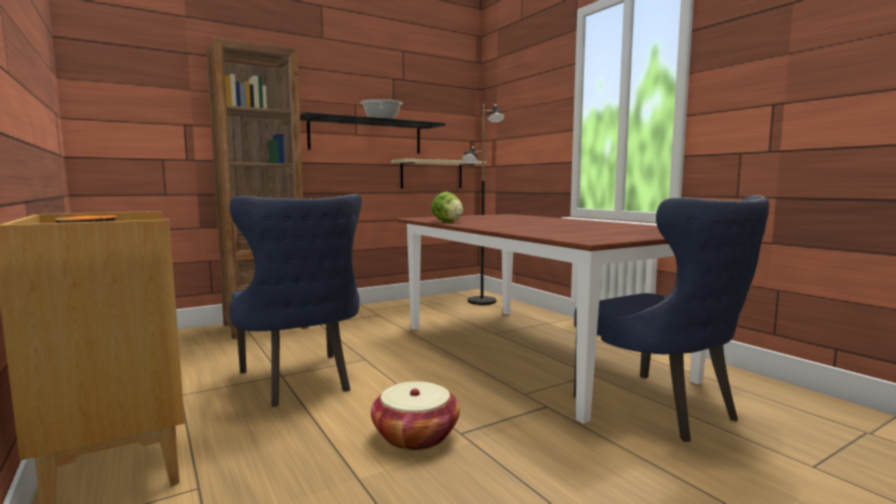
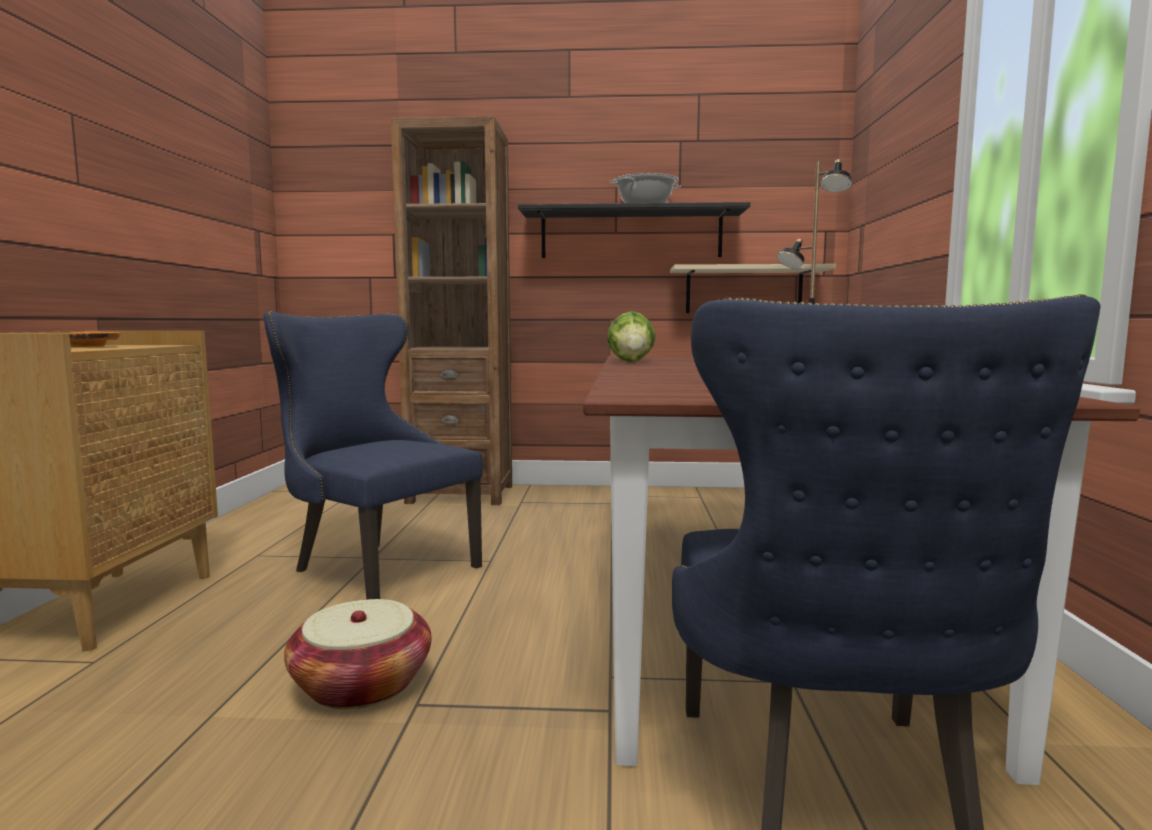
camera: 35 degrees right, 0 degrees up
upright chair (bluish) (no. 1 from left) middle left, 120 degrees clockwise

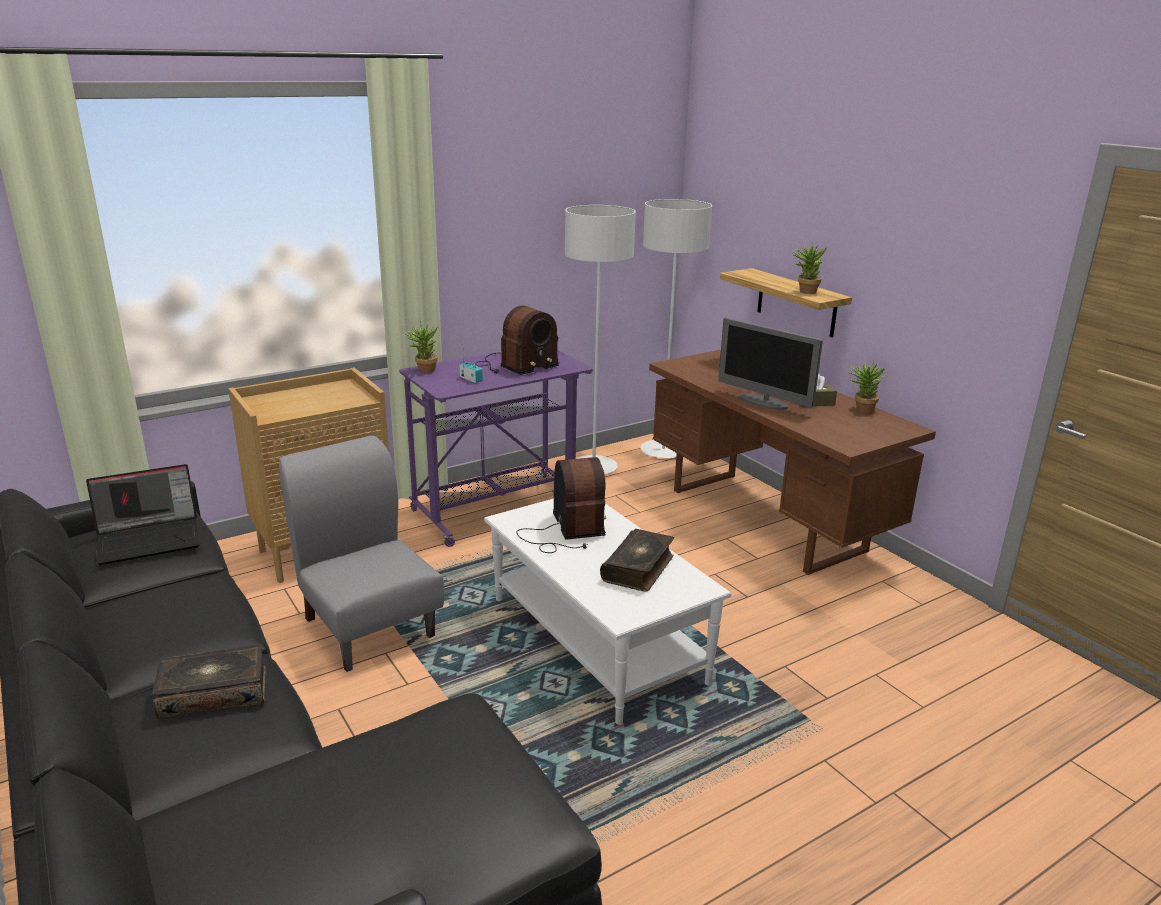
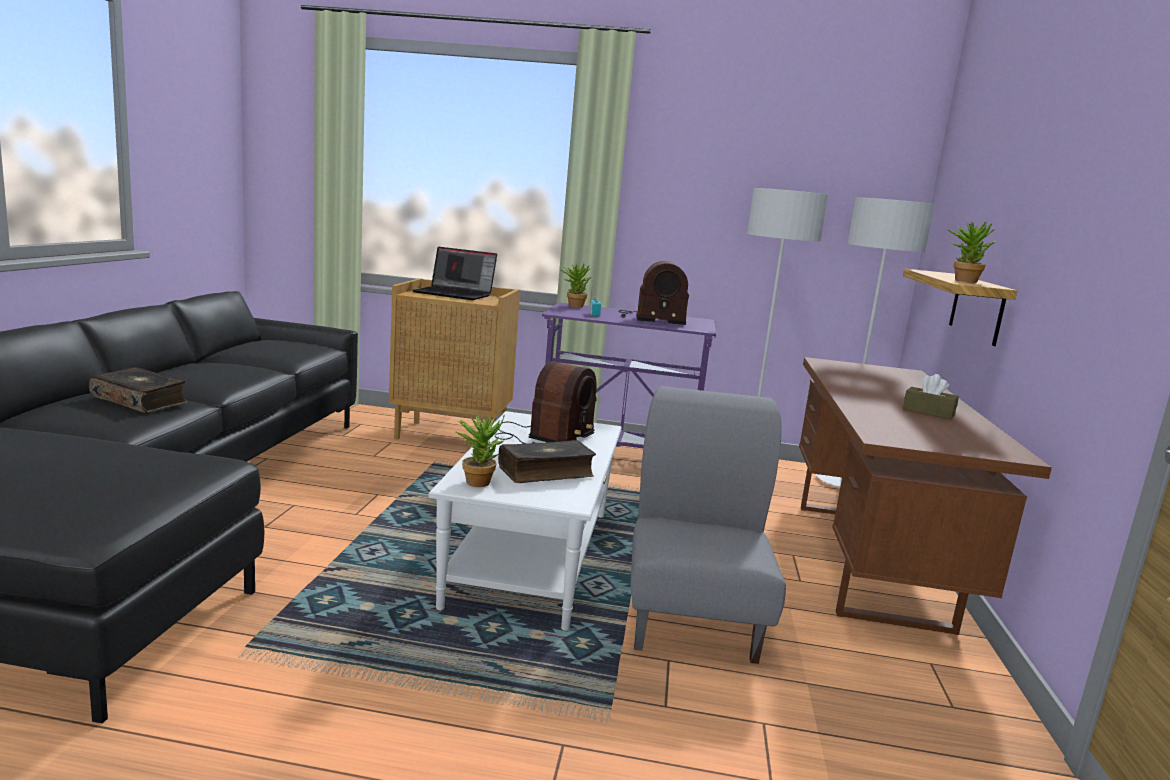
camera: 40 degrees right, 10 degrees down
computer screen centre → -
plant in a pot (no. 3 from left in the first image) middle right → plant in a pot (no. 1 from left) centre, shifted
upright chair (grey) middle left → upright chair (grey) bottom centre, shifted
portable computer middle left → portable computer centre, shifted

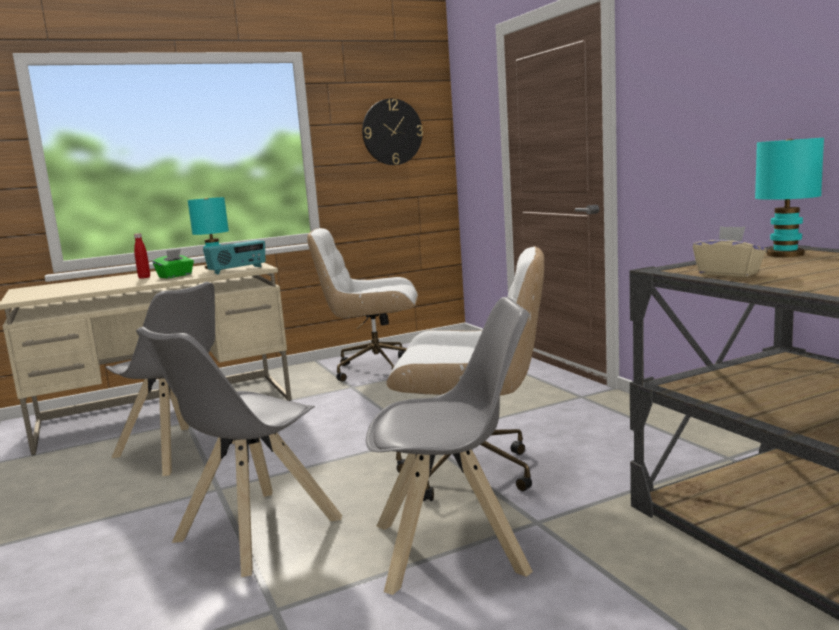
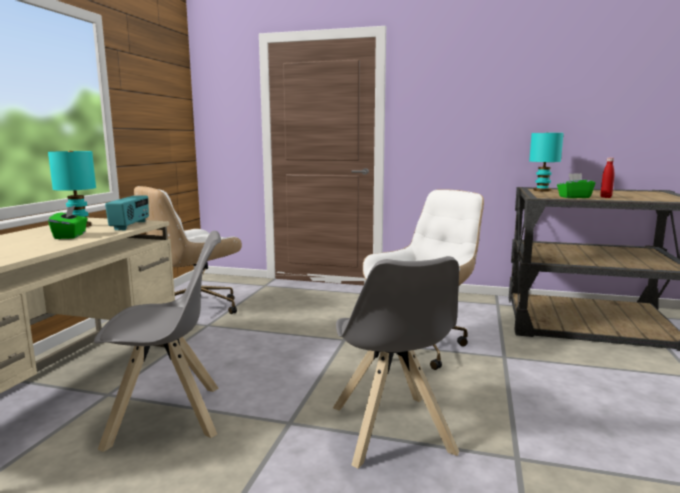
camera: 50 degrees left, 0 degrees up
wall clock top centre → -
box of tissues (sand-coloured) middle right → box of tissues (green) (no. 2 from left) middle right
drink bottle (red-coloured) middle left → drink bottle (red-coloured) middle right, shifted
upright chair (grey) (no. 3 from left) bottom centre → -

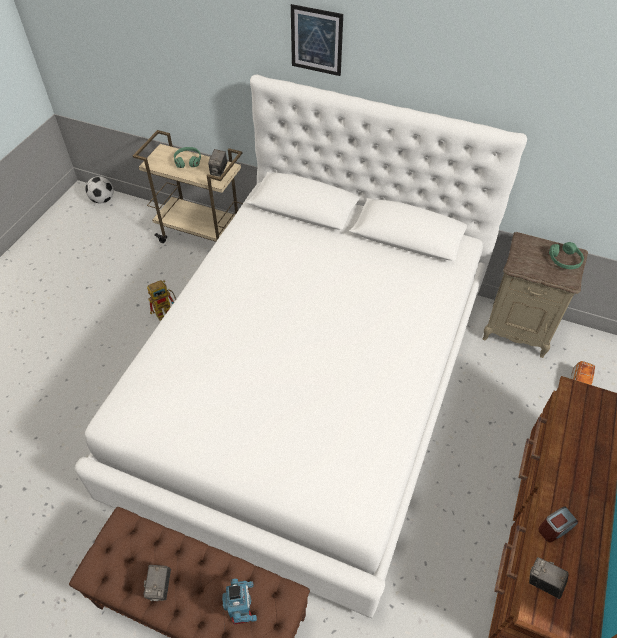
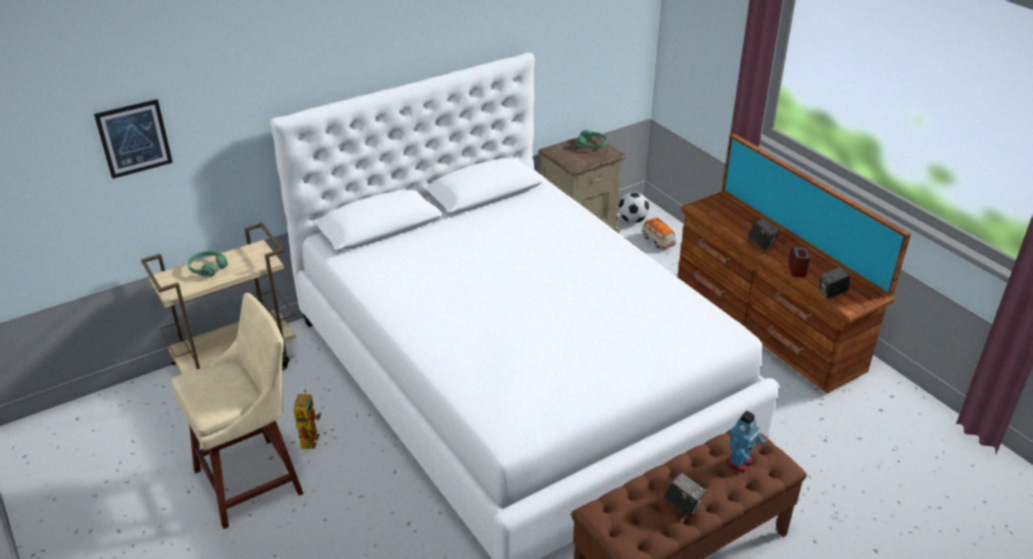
camera: 55 degrees left, 15 degrees down
wall picture top centre → wall picture top left, shifted
photo camera (no. 2 from left) top centre → photo camera (no. 2 from left) middle right, shifted
football ball top left → football ball centre, shifted
model robot (no. 2 from left) bottom centre → model robot (no. 2 from left) bottom right, 105 degrees clockwise
- → upright chair (sand-coloured) bottom left

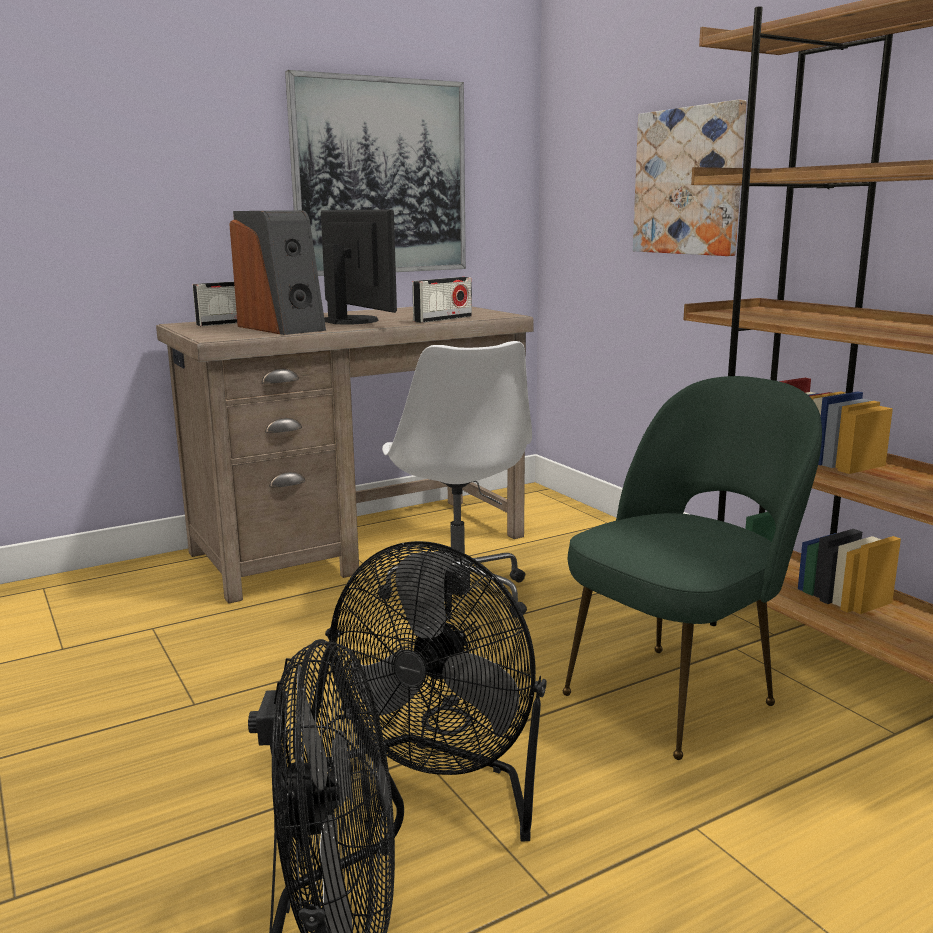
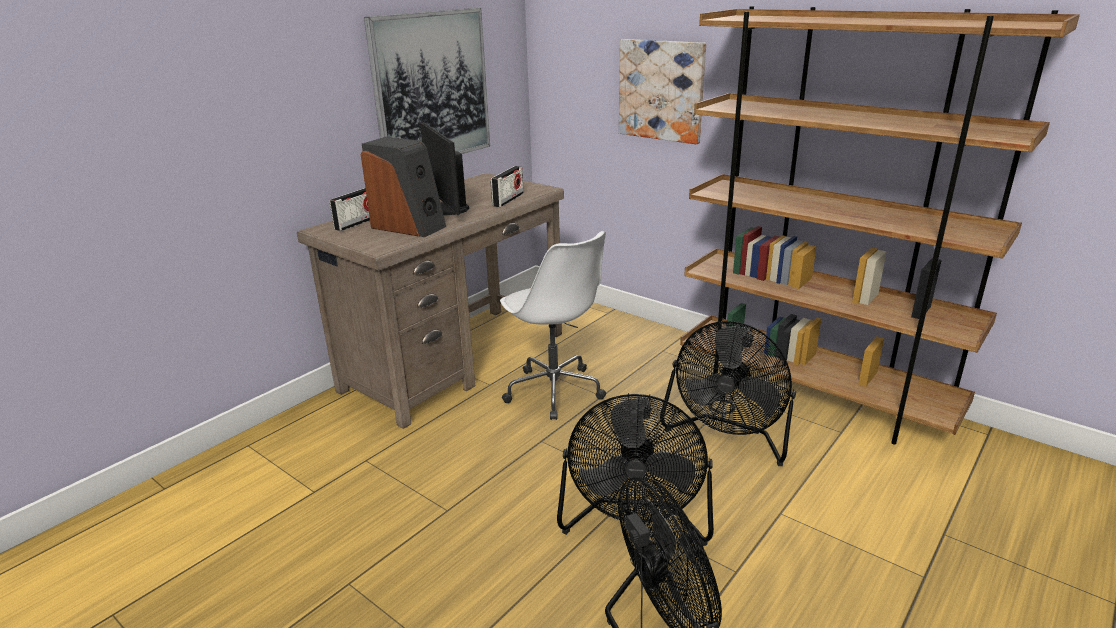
camera: 20 degrees left, 10 degrees up
computer screen top centre, 150 degrees counterclockwise
upright chair (green) middle right → fan (blackish) (no. 3 from left) centre

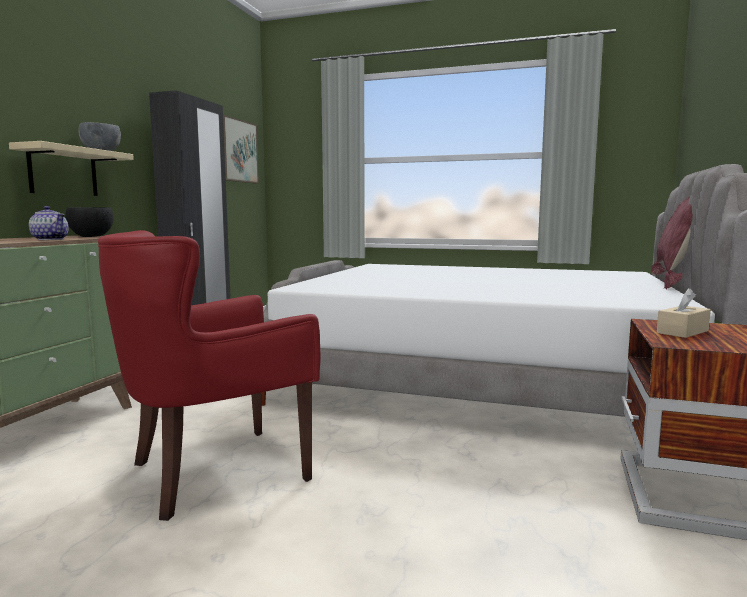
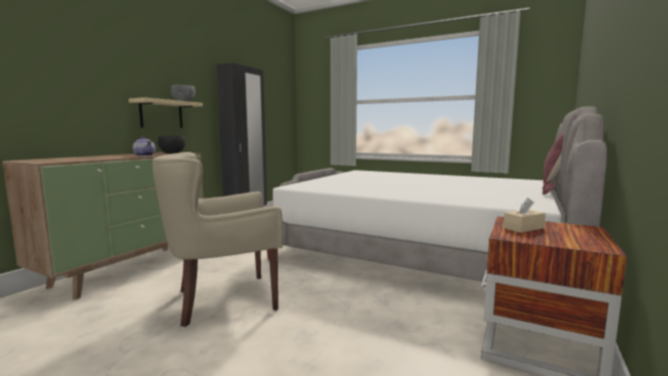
camera: 10 degrees right, 0 degrees up
wall picture top left → -
armchair (red-coloured) middle left → armchair (sand-coloured) middle left

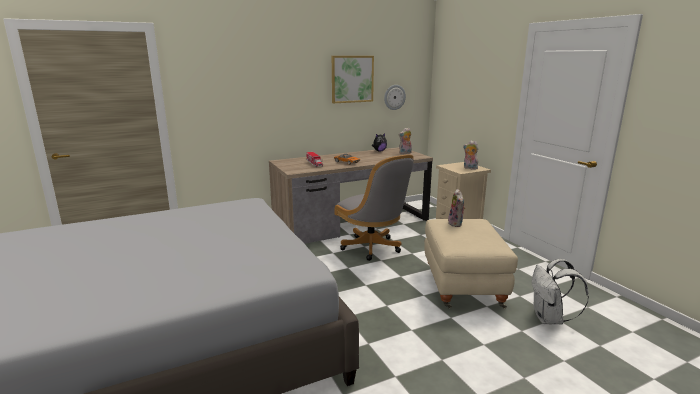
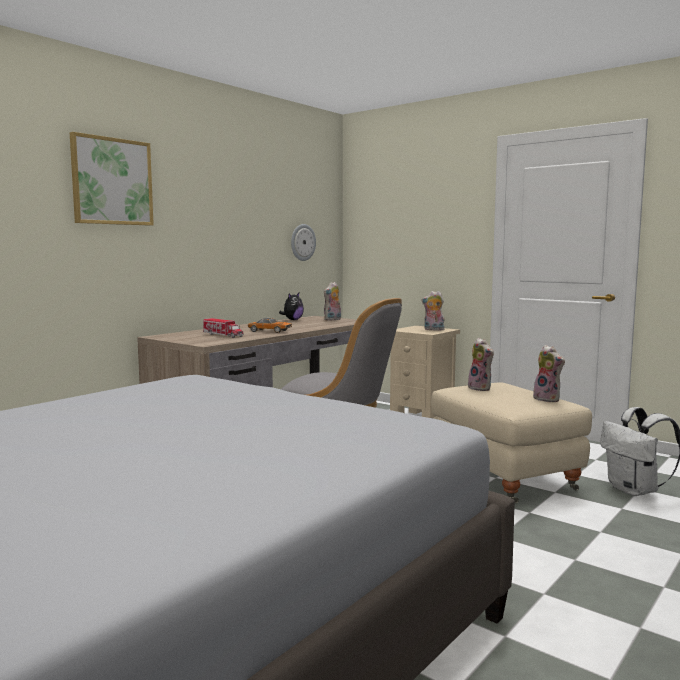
camera: 25 degrees left, 10 degrees down
wall picture top centre → wall picture top left, shifted
- → cuddly toy (no. 5 from left) middle right

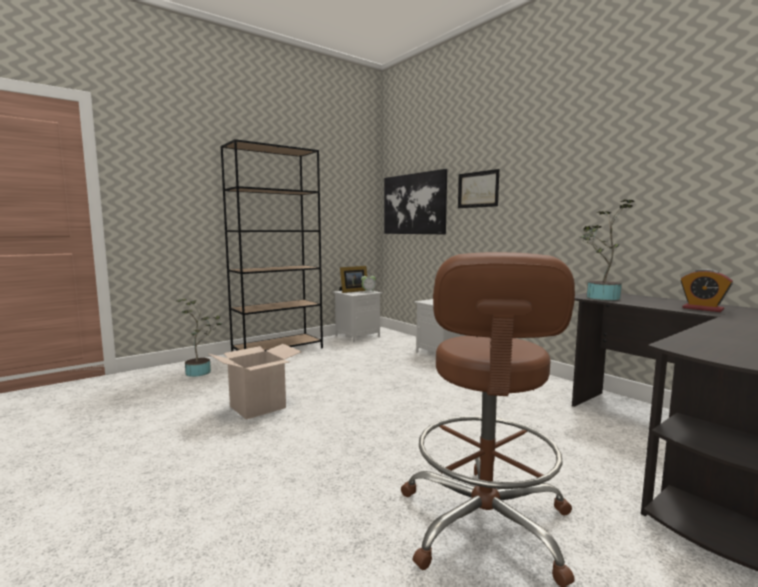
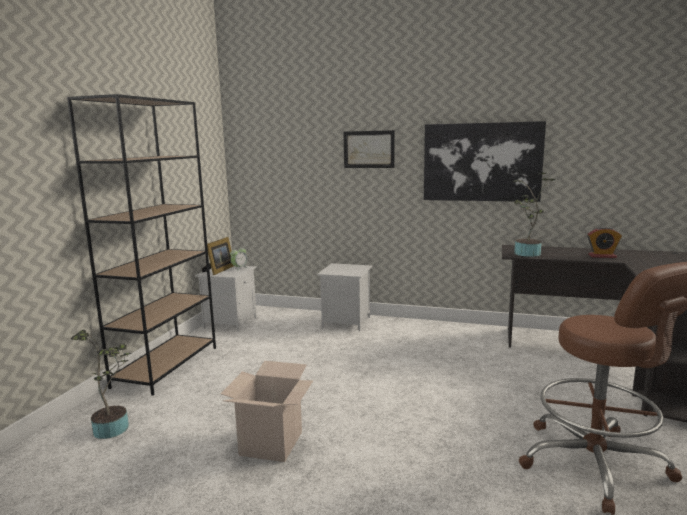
camera: 35 degrees left, 5 degrees up
wall picture (no. 1 from left in the first image) centre → wall picture (no. 2 from left) top right, shifted

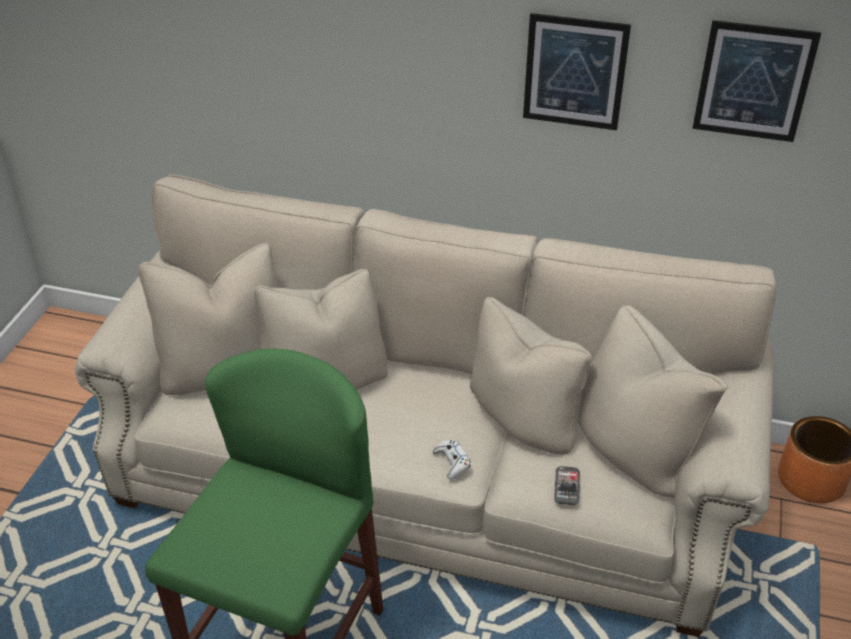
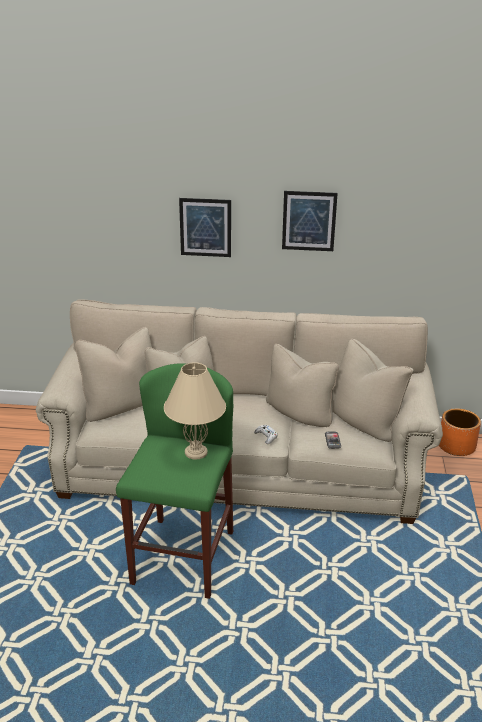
camera: 10 degrees left, 10 degrees down
wall picture (no. 2 from left in the first image) top right → wall picture (no. 1 from left) top centre, shifted
- → tabletop lamp (sand-coloured) centre

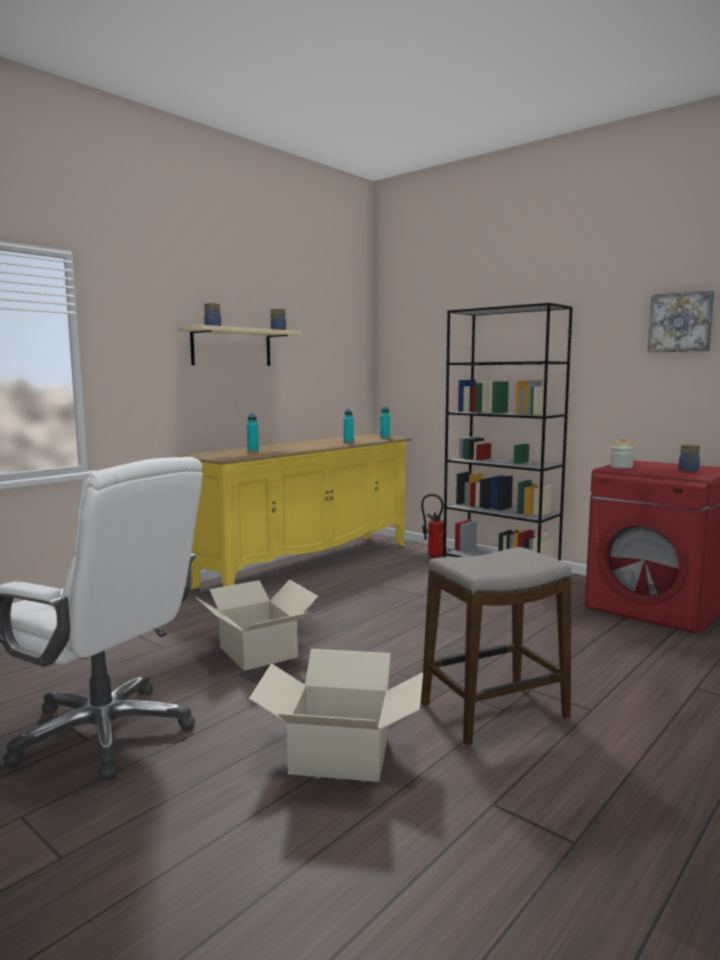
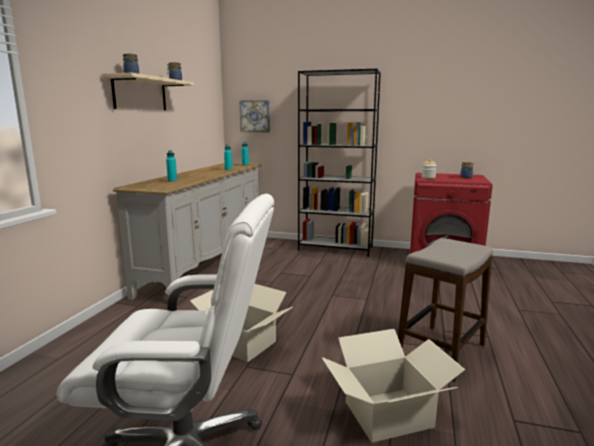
camera: 25 degrees left, 5 degrees up
wall picture middle right → wall picture top centre, shifted
storage cabinet (yellowish) centre → storage cabinet (grey) middle left
fire extinguisher centre → -

